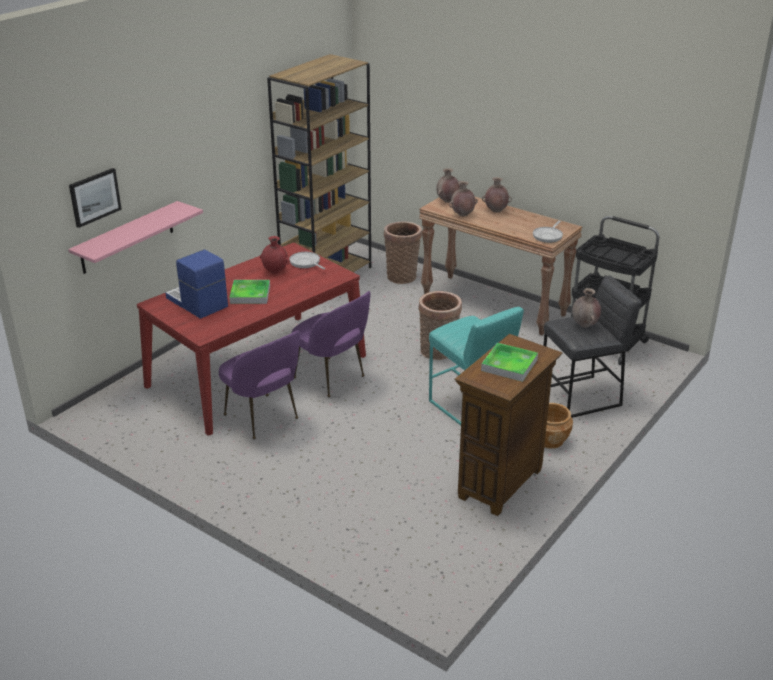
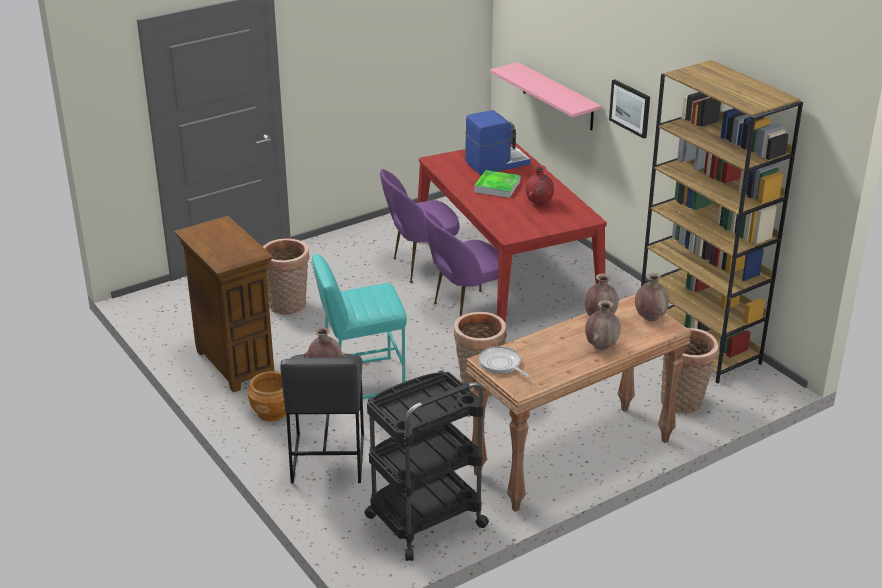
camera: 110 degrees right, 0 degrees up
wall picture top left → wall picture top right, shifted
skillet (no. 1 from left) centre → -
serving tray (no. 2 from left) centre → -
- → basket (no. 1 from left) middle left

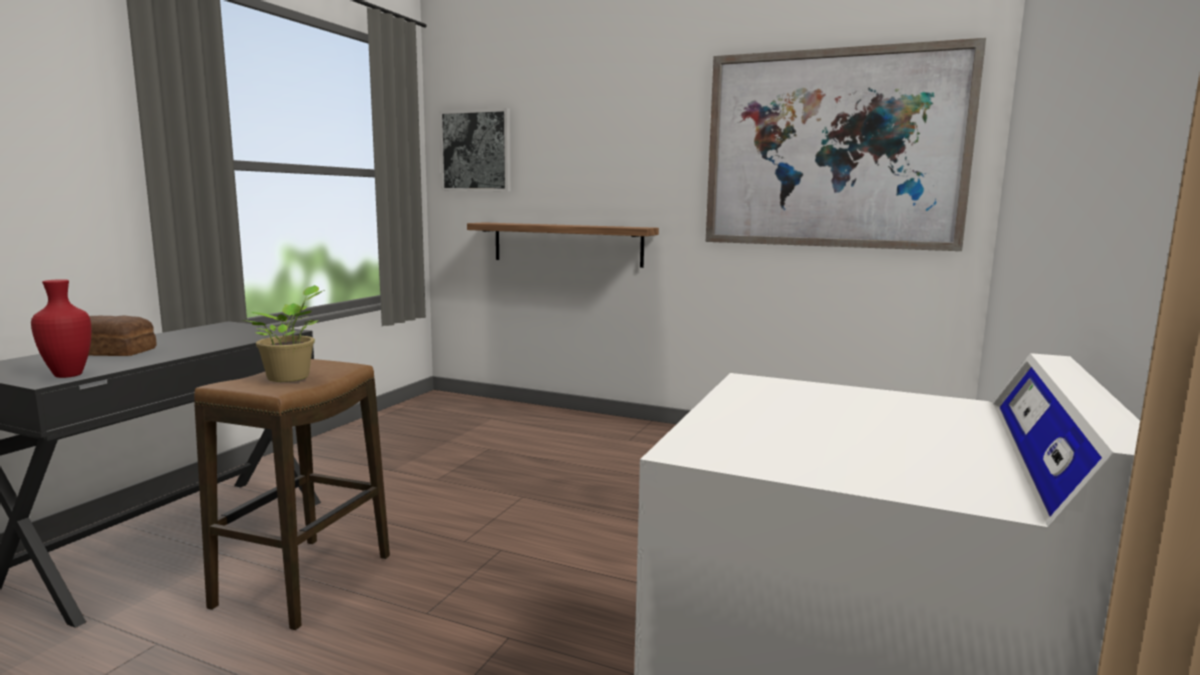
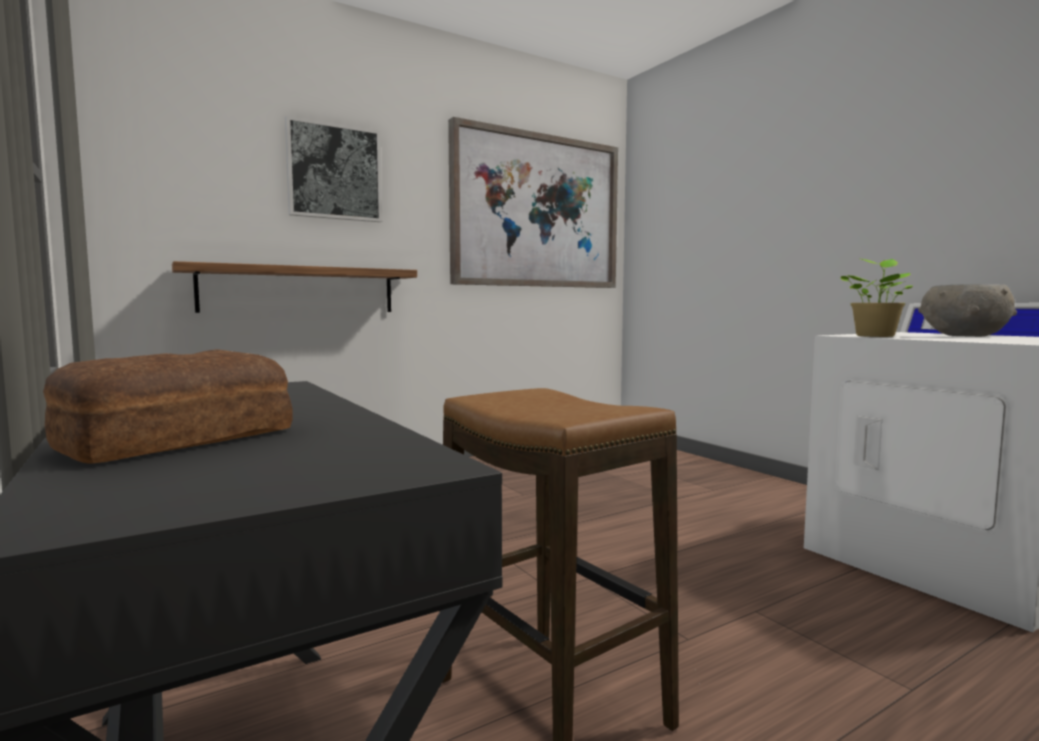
camera: 55 degrees left, 5 degrees down
wall picture (no. 1 from left) top centre → wall picture (no. 1 from left) top left, shifted
vase (red-coloured) middle left → -
plant in a pot middle left → plant in a pot middle right, shifted
- → deep dish (grey) middle right

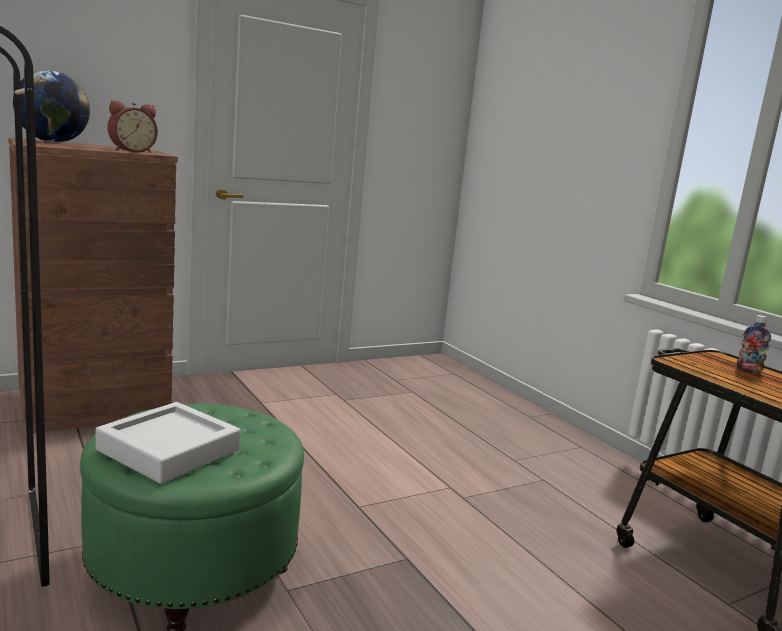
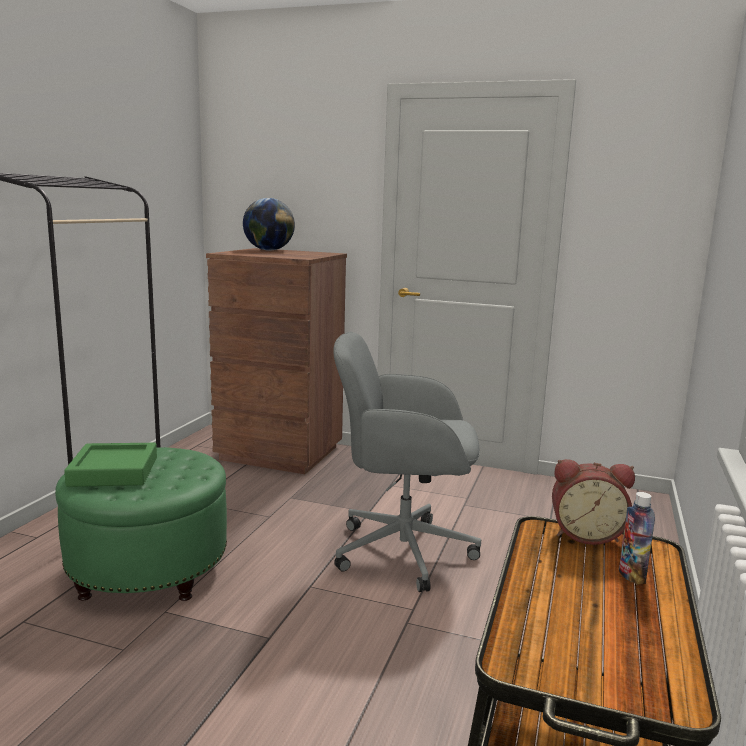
camera: 50 degrees right, 0 degrees up
table clock top left → table clock bottom right, shifted
serving tray (grey) bottom left → serving tray (green) middle left
- → computer chair (grey) centre

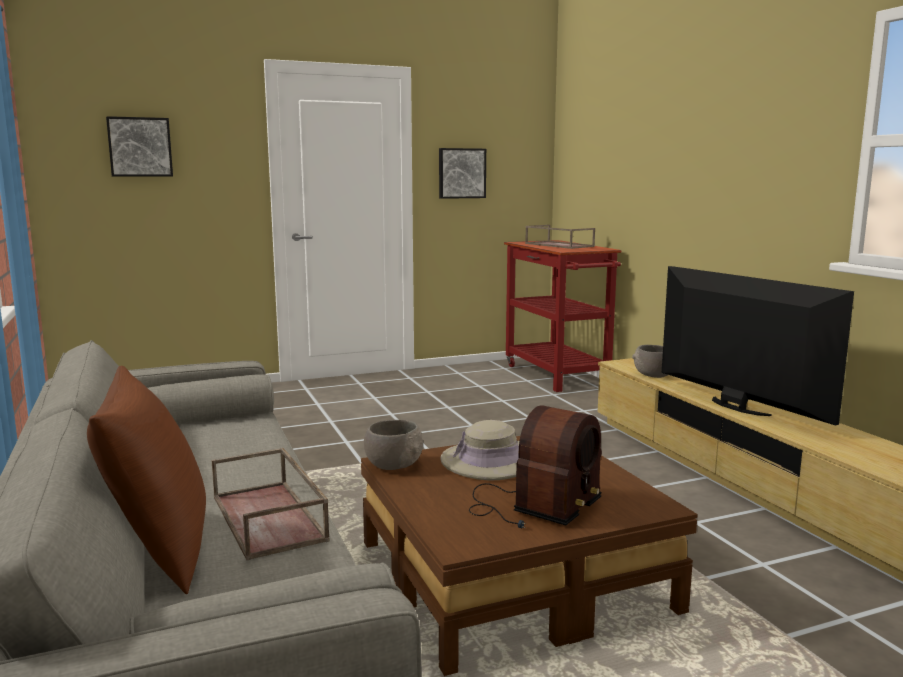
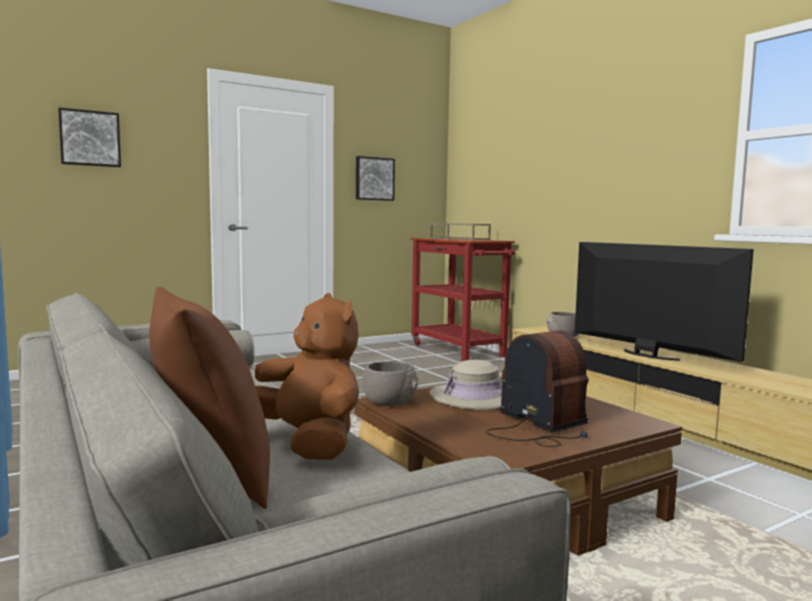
camera: 10 degrees left, 5 degrees down
radio bottom centre → radio centre, 60 degrees counterclockwise
serving tray (brown-coloured) (no. 1 from left) bottom left → cuddly toy (brown-coloured) centre

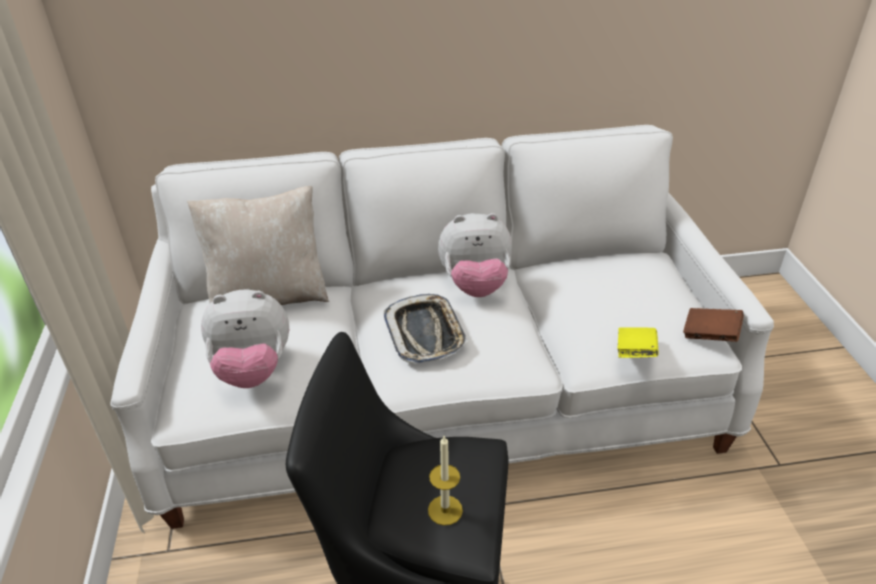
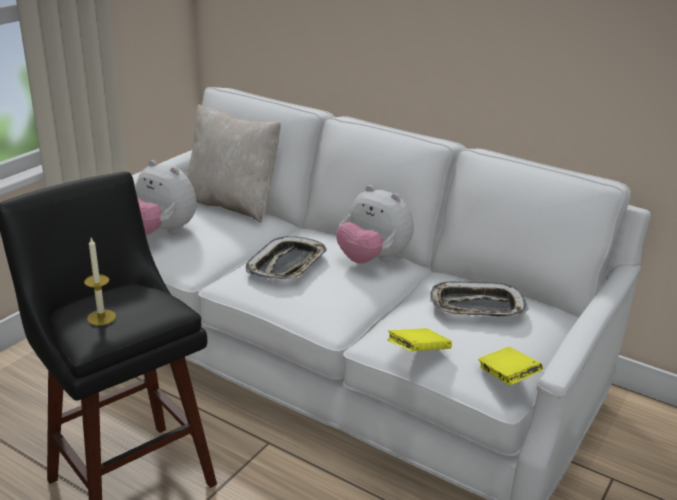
camera: 40 degrees right, 10 degrees down
volume (brown-coloured) middle right → volume (yellowish) (no. 2 from left) bottom right
- → serving tray (no. 2 from left) middle right

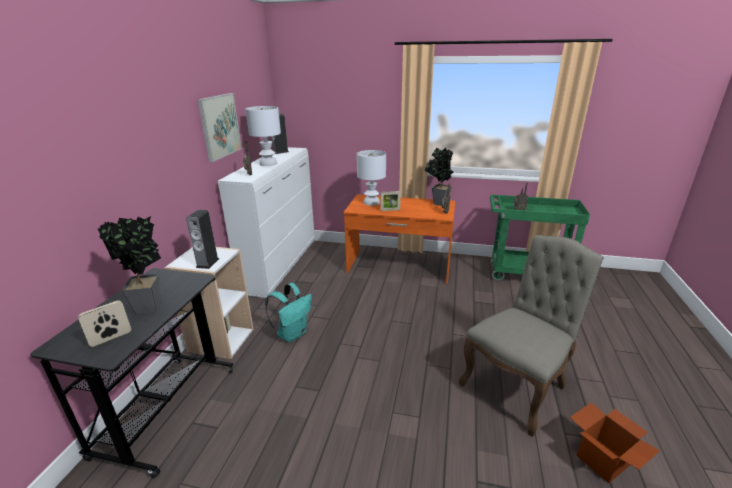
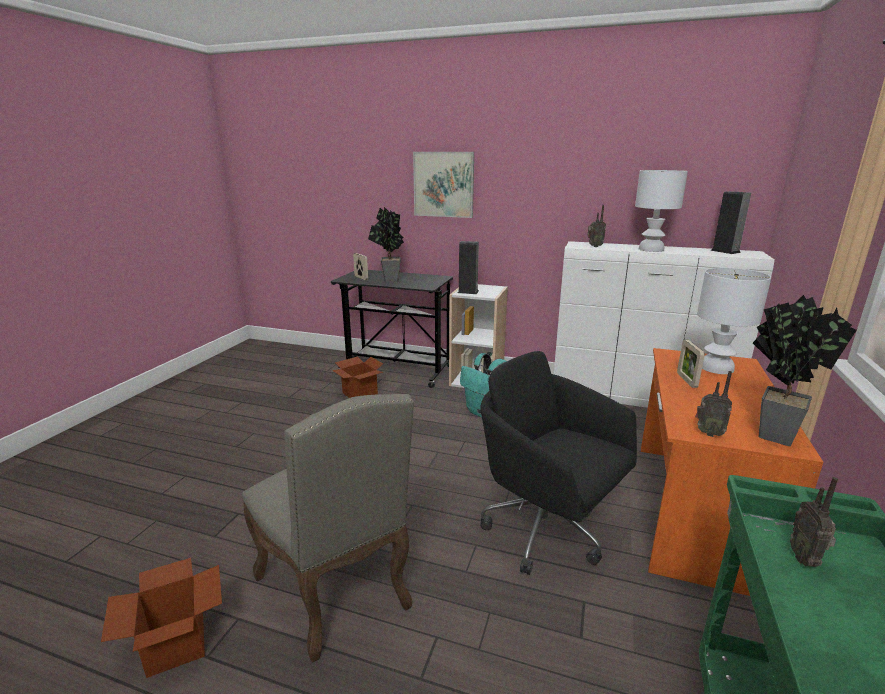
camera: 95 degrees right, 5 degrees down
wall picture top left → wall picture top centre, shifted
- → computer chair (blackish) bottom centre
- → packing box (no. 2 from left) centre

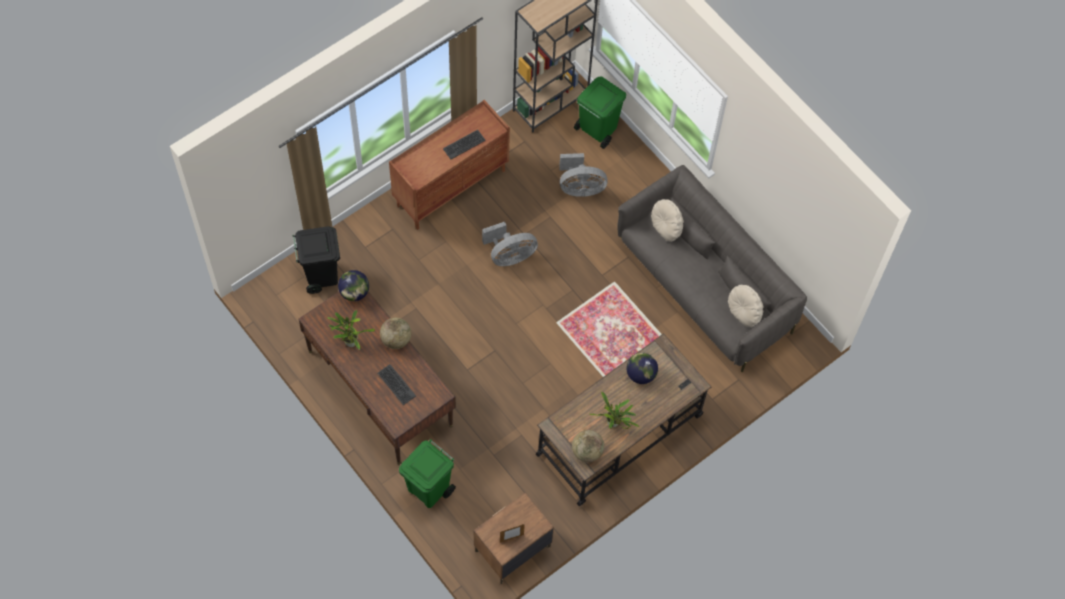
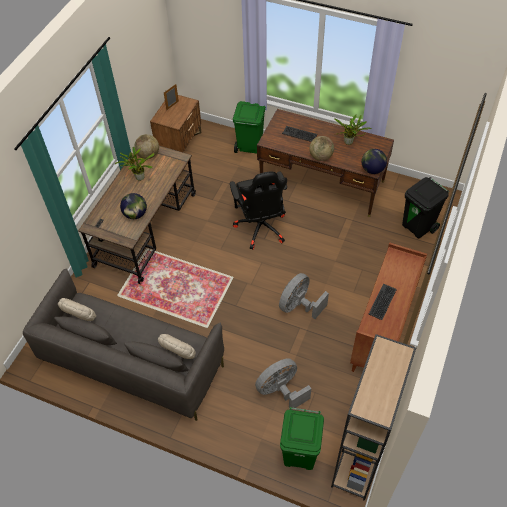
camera: 155 degrees right, 10 degrees down
- → computer chair (blackish) centre

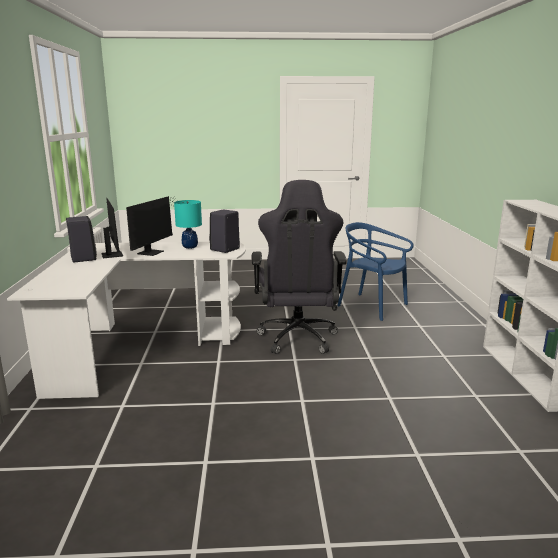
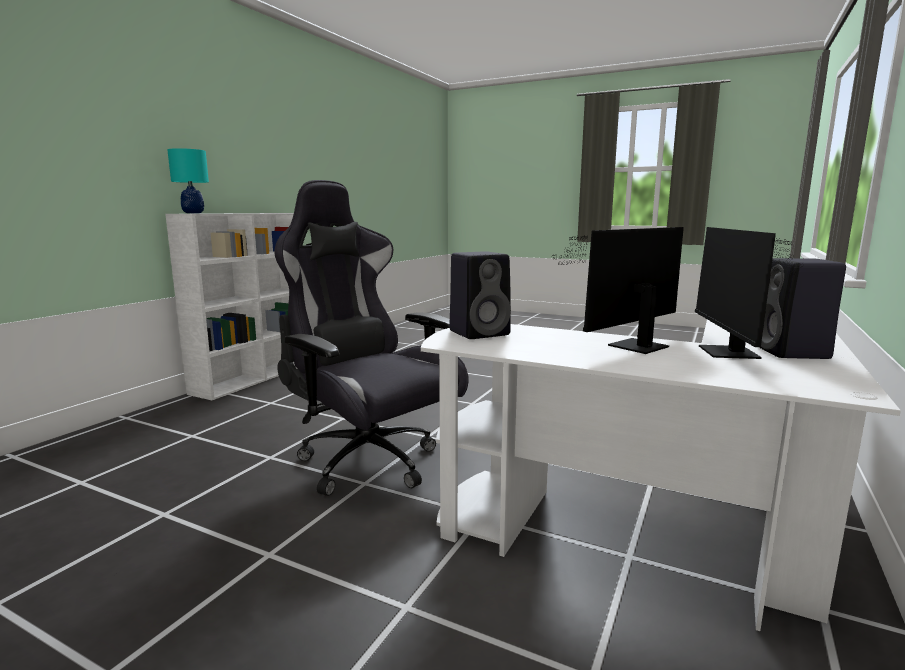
camera: 150 degrees left, 5 degrees down
computer chair (blackish) centre, 75 degrees counterclockwise
tabletop lamp (blue-green) centre → tabletop lamp (blue-green) top left, shifted
upright chair (bluish) middle right → -

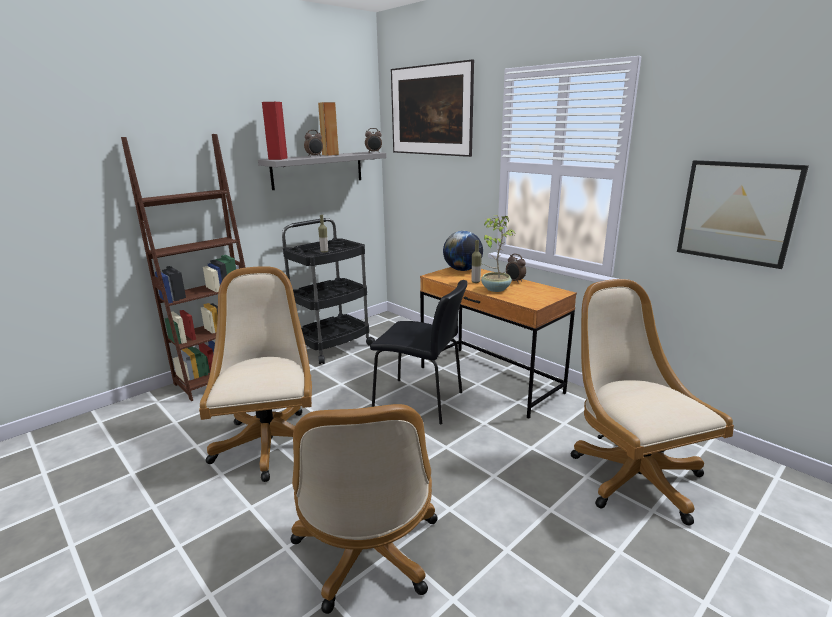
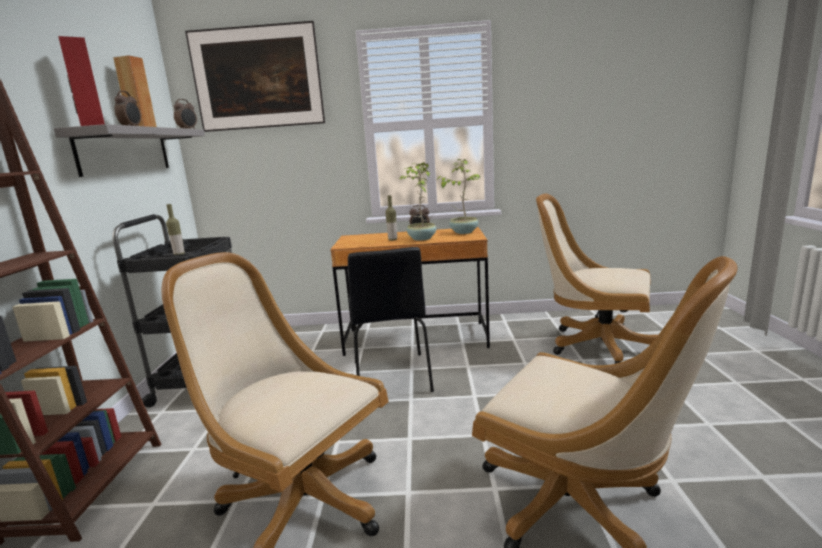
camera: 45 degrees left, 5 degrees down
wall picture (no. 2 from left) middle right → -
globe centre → -
upright chair (blackish) centre, 105 degrees clockwise
- → plant in a pot (no. 2 from left) centre

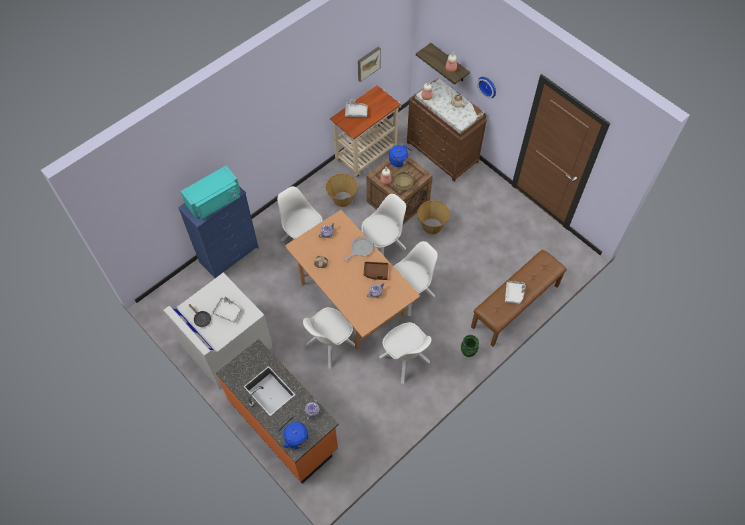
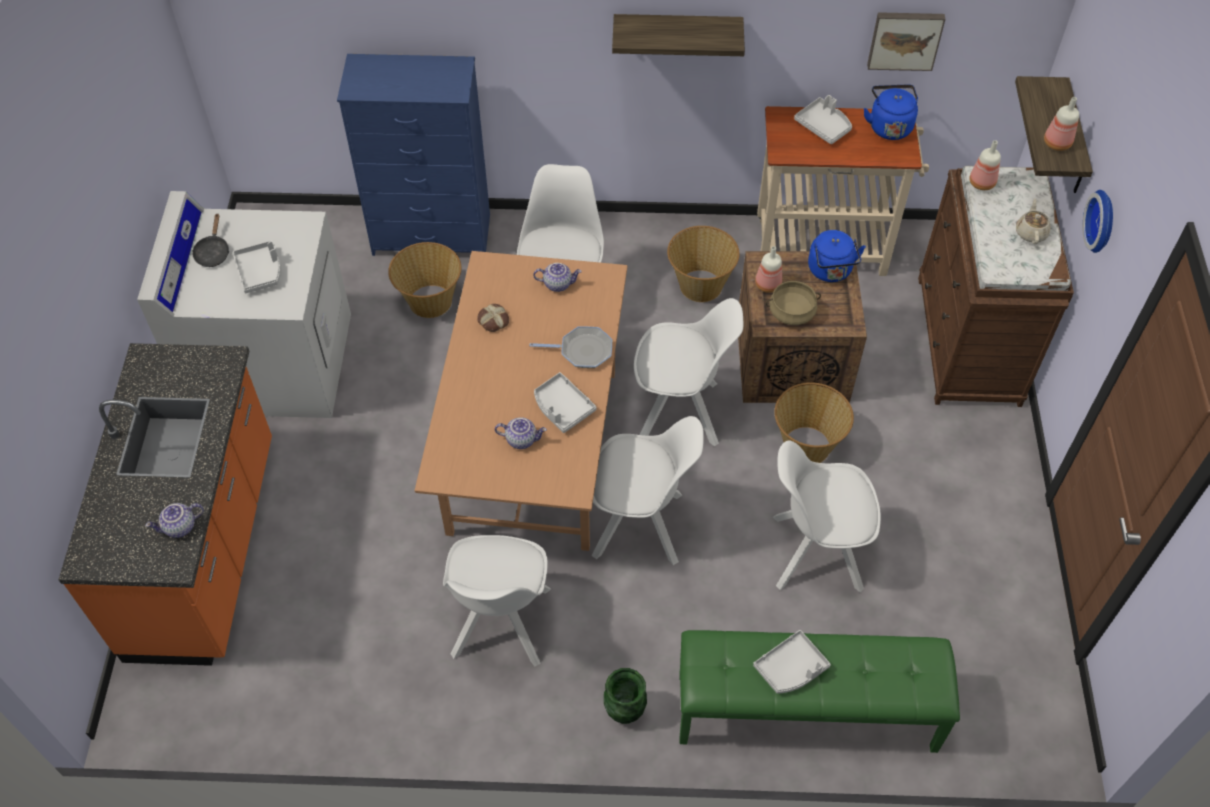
camera: 45 degrees right, 5 degrees down
microwave oven (blue-green) middle left → -
bench (brown-coloured) middle right → bench (green) bottom right
serving tray (brown-coloured) centre → serving tray (grey) (no. 2 from left) centre
upright chair (white-coloured) (no. 2 from left in the first image) centre → upright chair (white-coloured) (no. 5 from left) middle right, shifted
kettle (bluish) (no. 1 from left in the first image) bottom centre → kettle (bluish) (no. 2 from left) top right, shifted
- → bracket shelf (no. 1 from left) top centre
- → basket (no. 1 from left) centre

